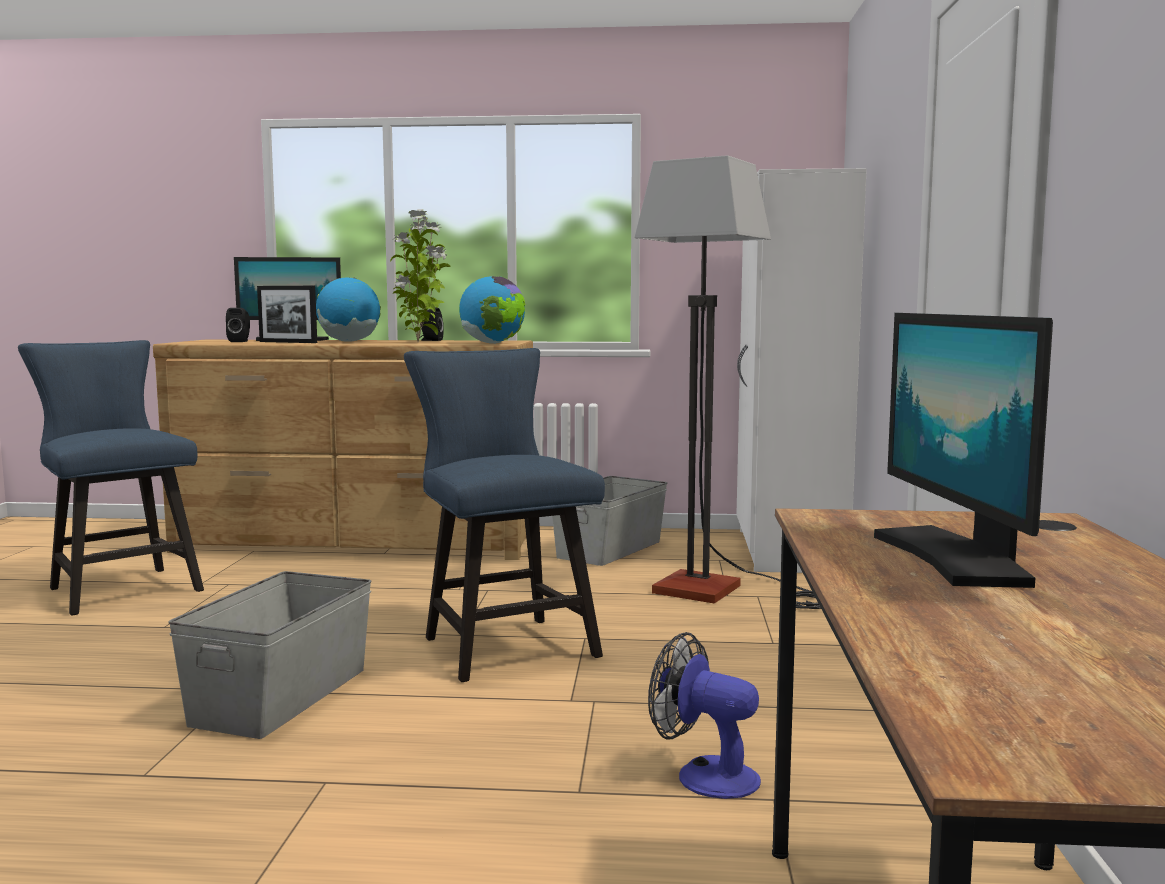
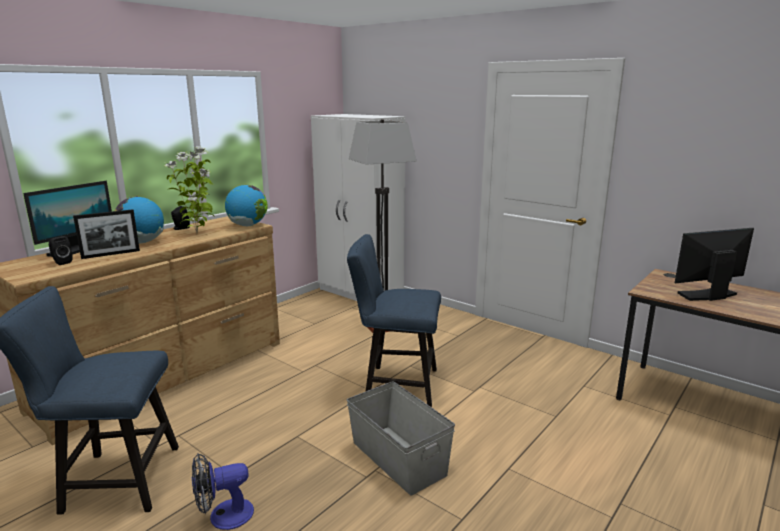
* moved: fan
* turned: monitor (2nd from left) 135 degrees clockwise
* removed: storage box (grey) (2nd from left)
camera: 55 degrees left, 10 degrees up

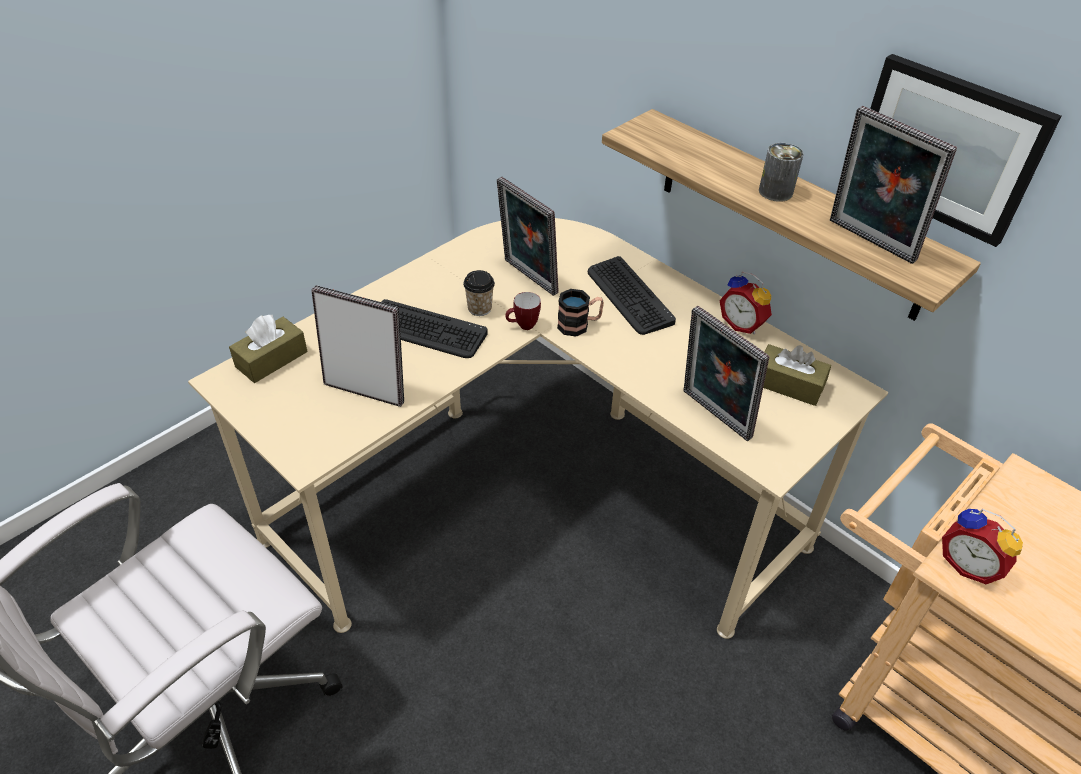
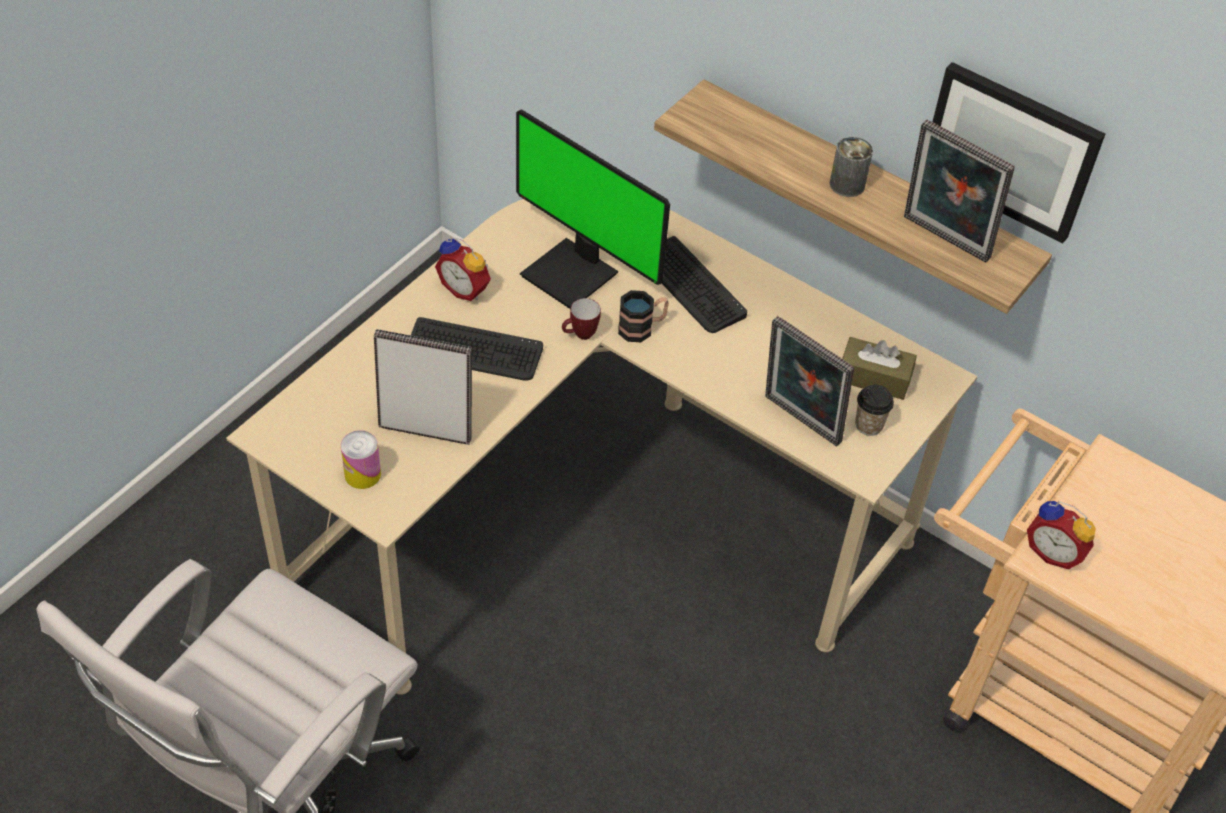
* added: can (1st from left)
* moved: alarm clock (1st from left)
* replaced: picture frame (2nd from left) to monitor
* moved: cup
* removed: tissue box (brown) (1st from left)
camera: 10 degrees left, 5 degrees up

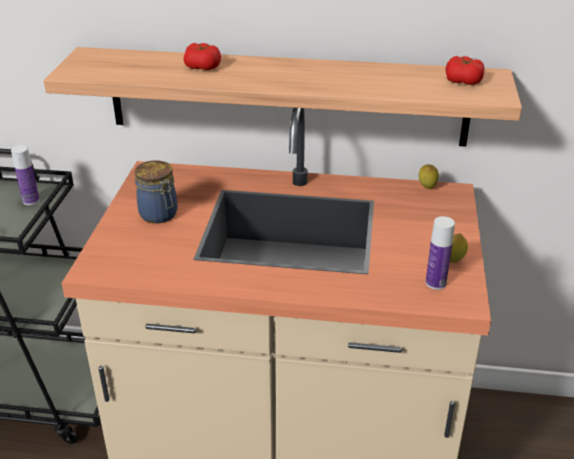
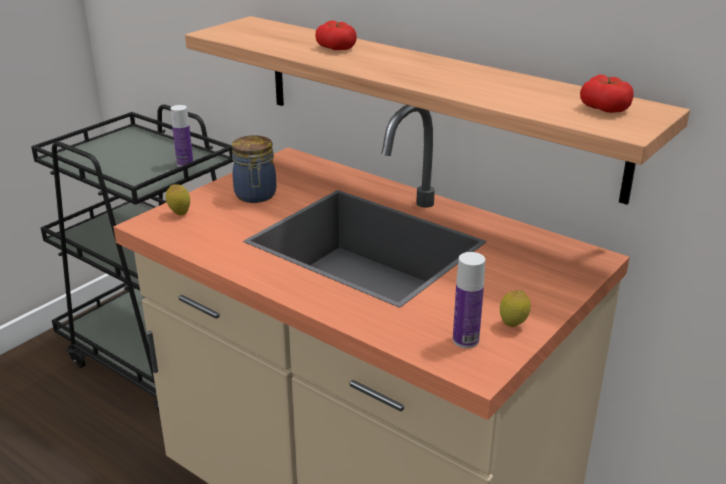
* moved: lemon (1st from left)
camera: 30 degrees right, 5 degrees down

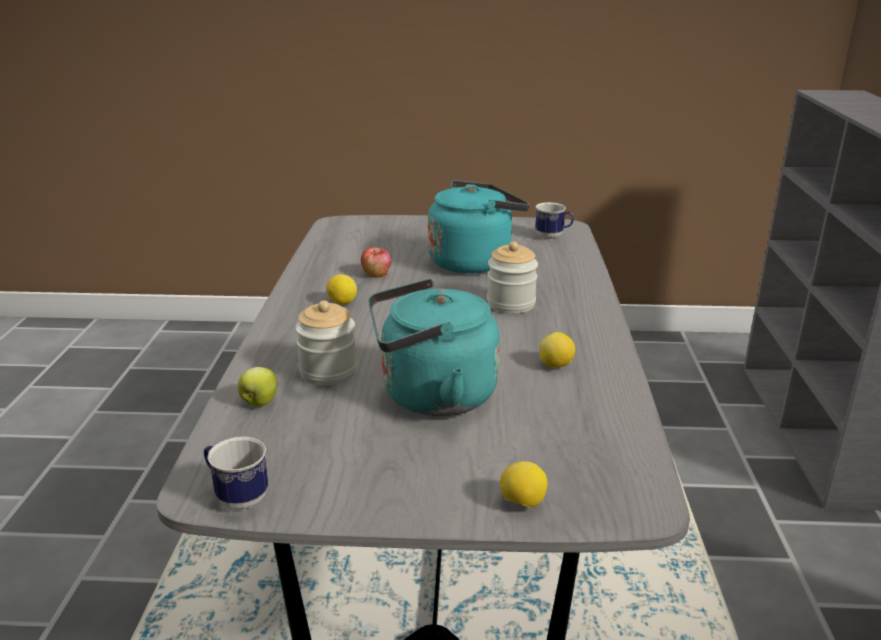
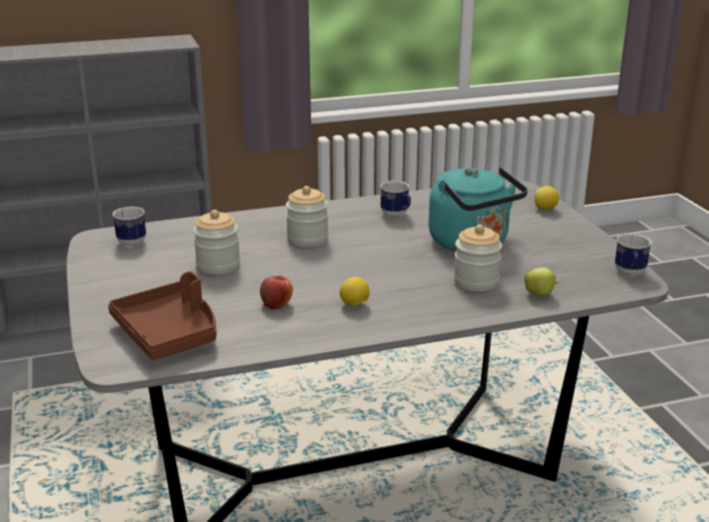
* added: tray (brown)
* replaced: kettle (turquoise) (2nd from left) to jar (1st from left)
* replaced: lemon (3rd from left) to mug (2nd from left)
camera: 110 degrees left, 0 degrees up

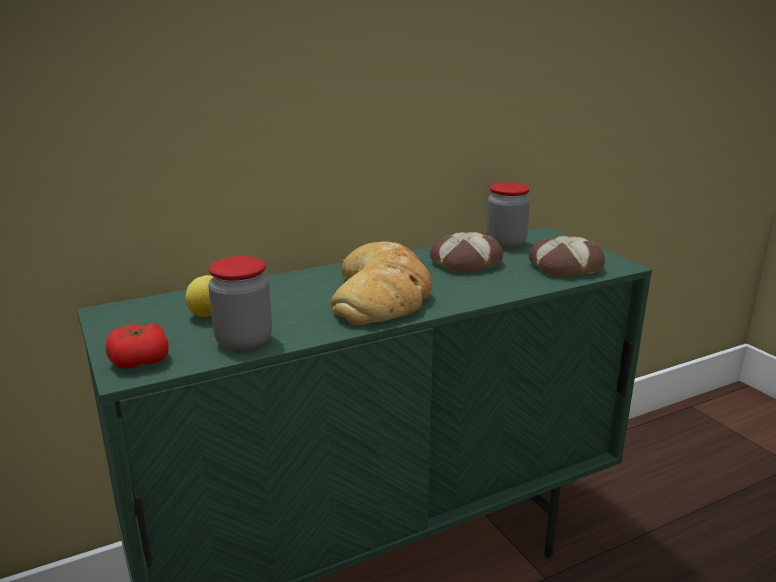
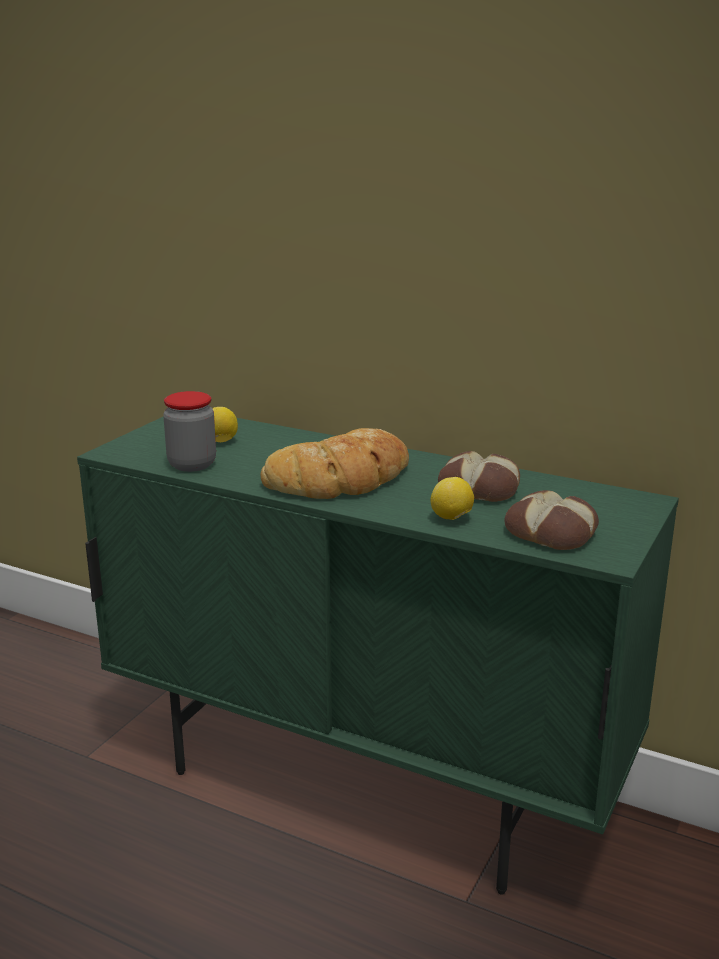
* added: lemon (2nd from left)
* removed: tomato
* removed: jar (2nd from left)
camera: 55 degrees right, 0 degrees up

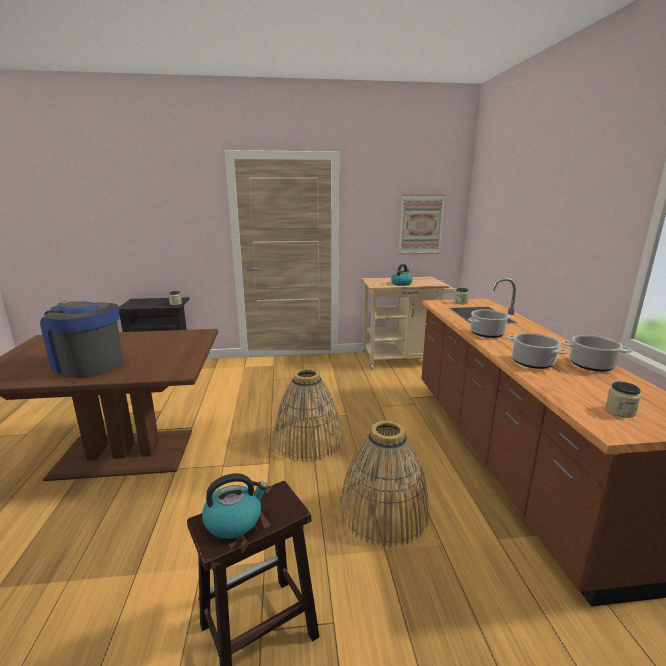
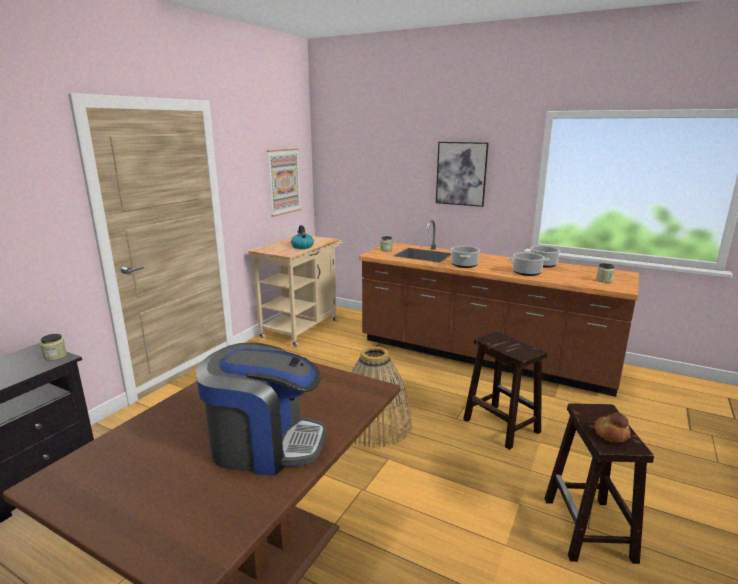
* turned: coffee machine 150 degrees counterclockwise
* added: picture (2nd from left)
* replaced: basket (2nd from left) to stool (brown) (1st from left)
* replaced: kettle (1st from left) to bread
camera: 55 degrees left, 0 degrees up

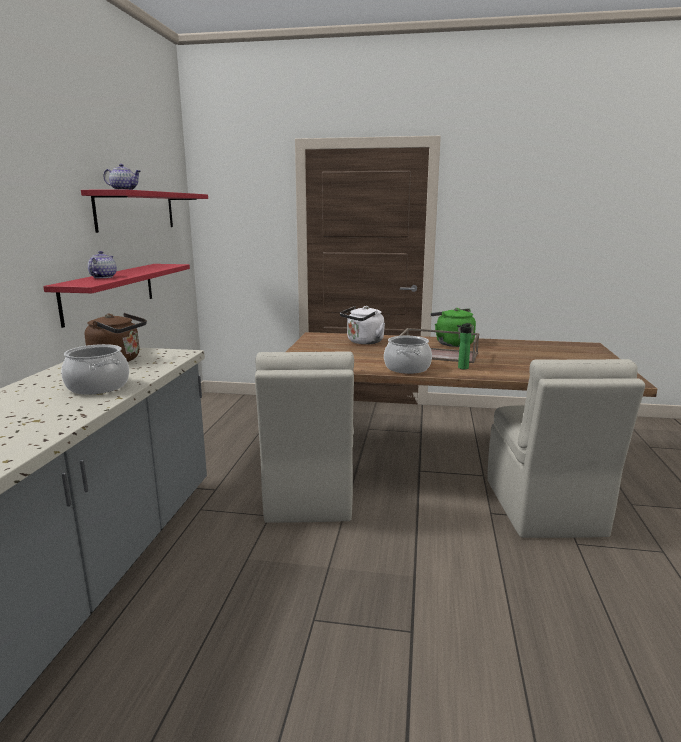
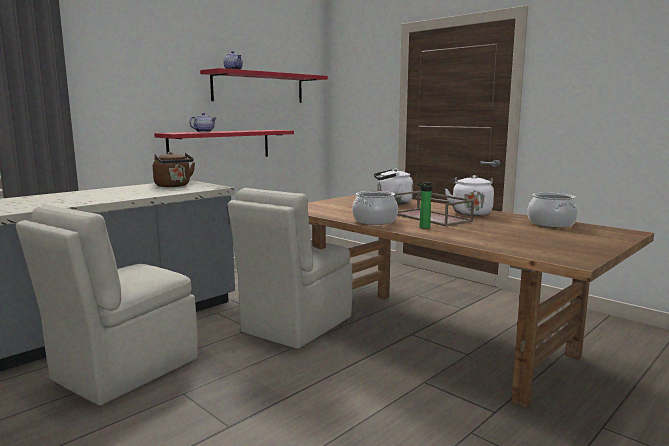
* moved: chair (beige) (2nd from left in the first image) to chair (beige) (1st from left)
* recoloured: kettle (green) to kettle (white) (2nd from left)
* moved: cooking pot (1st from left in the first image) to cooking pot (2nd from left)
camera: 35 degrees right, 5 degrees down

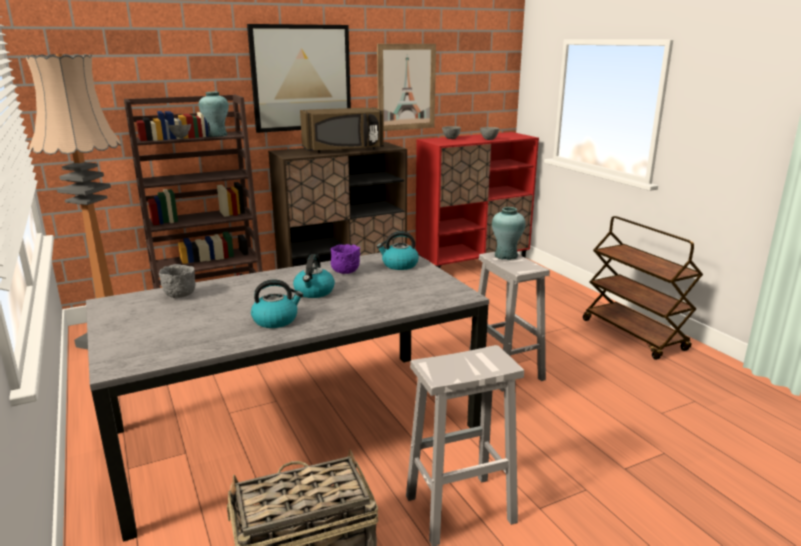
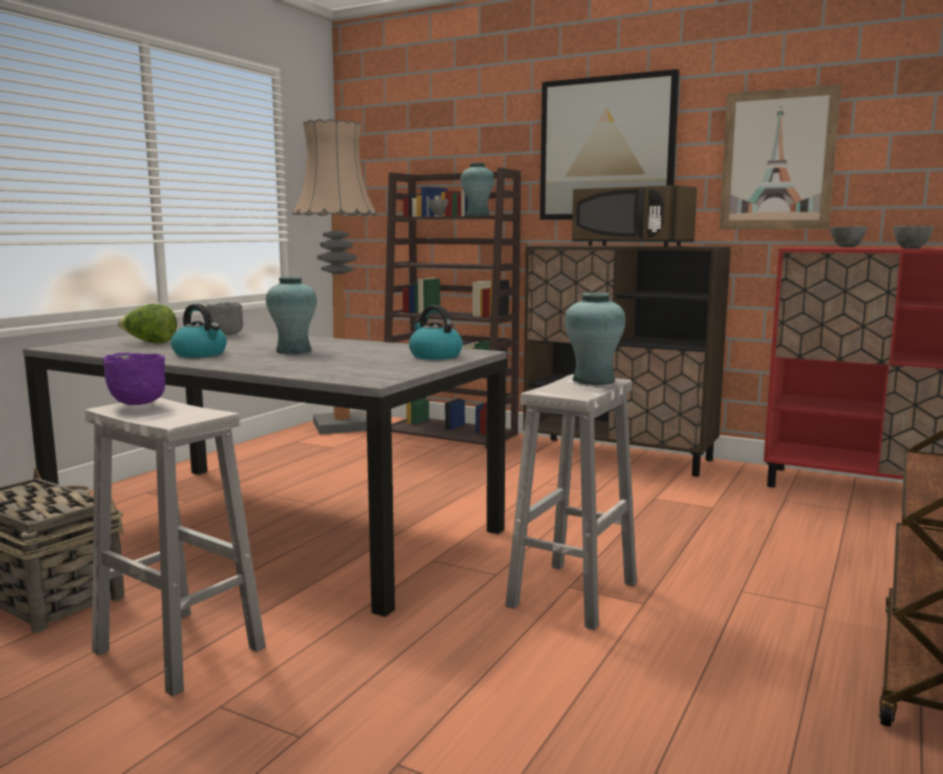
* moved: bowl (purple)
* added: lettuce
* replaced: kettle (2nd from left) to vase (turquoise) (1st from left)
camera: 55 degrees right, 10 degrees down

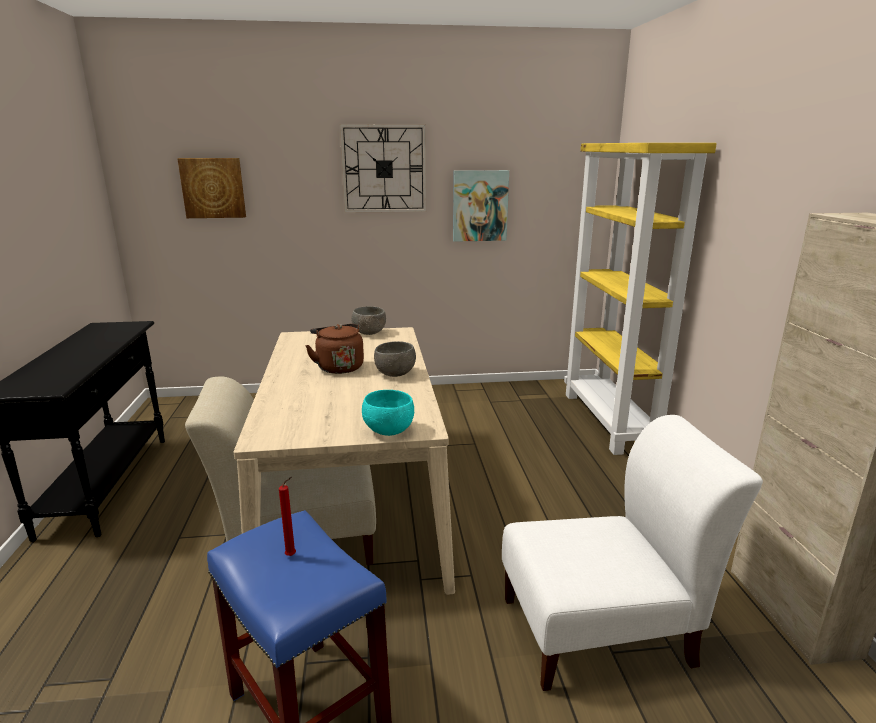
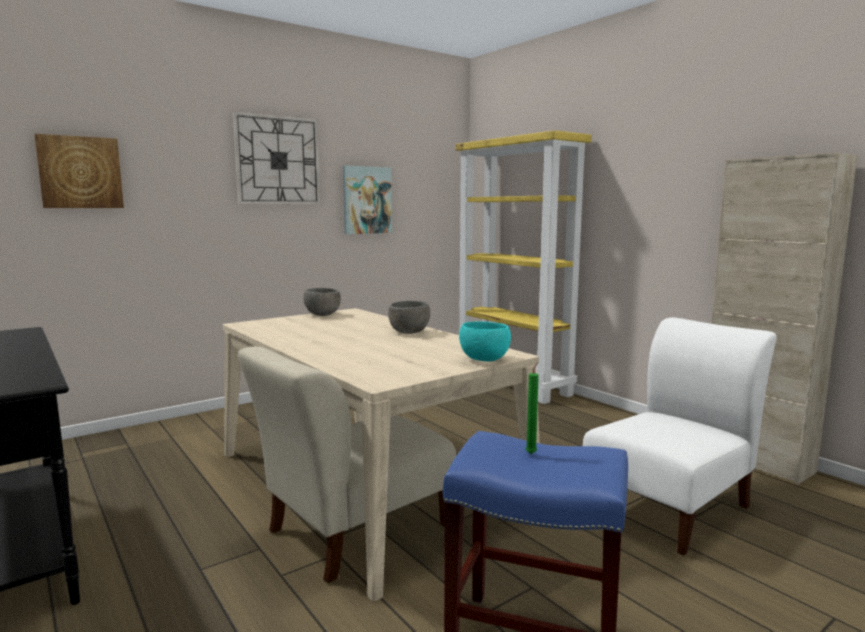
* recoloured: candle (red) to candle (green)
* removed: kettle (brown)
camera: 30 degrees left, 10 degrees down

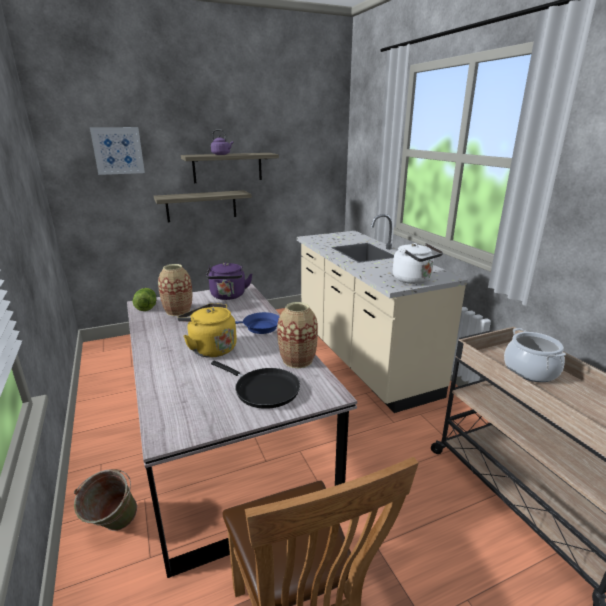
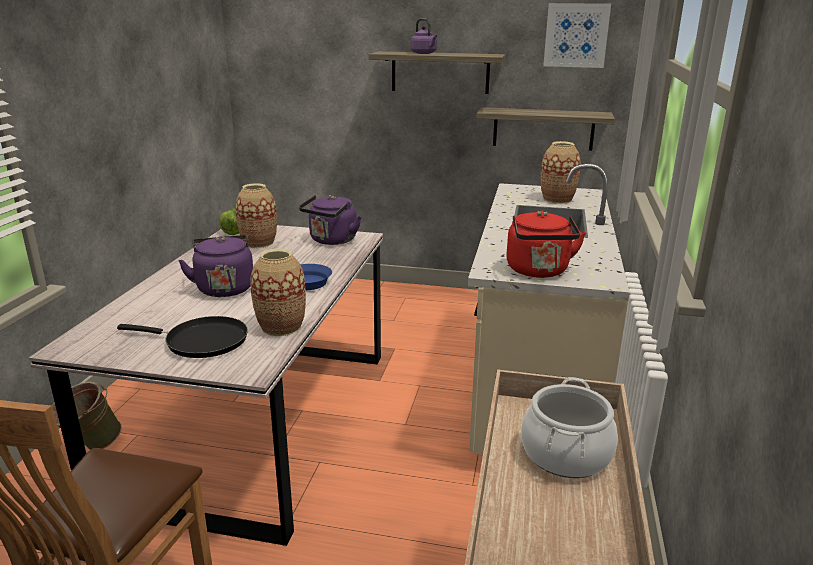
* turned: frying pan (black) 60 degrees counterclockwise
* recoloured: kettle (yellow) to kettle (purple) (1st from left)
* moved: shelf (1st from left in the first image) to shelf (2nd from left)
* recoloured: kettle (white) to kettle (red)
* added: vase (3rd from left)
* moved: picture
camera: 35 degrees right, 0 degrees up

